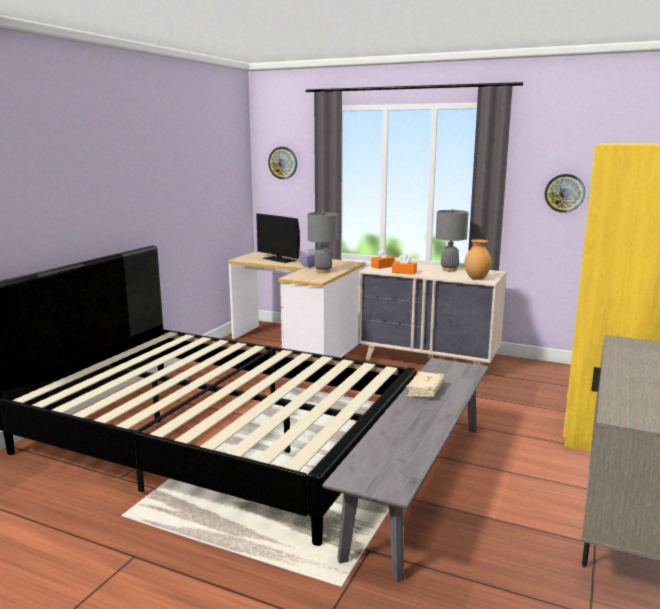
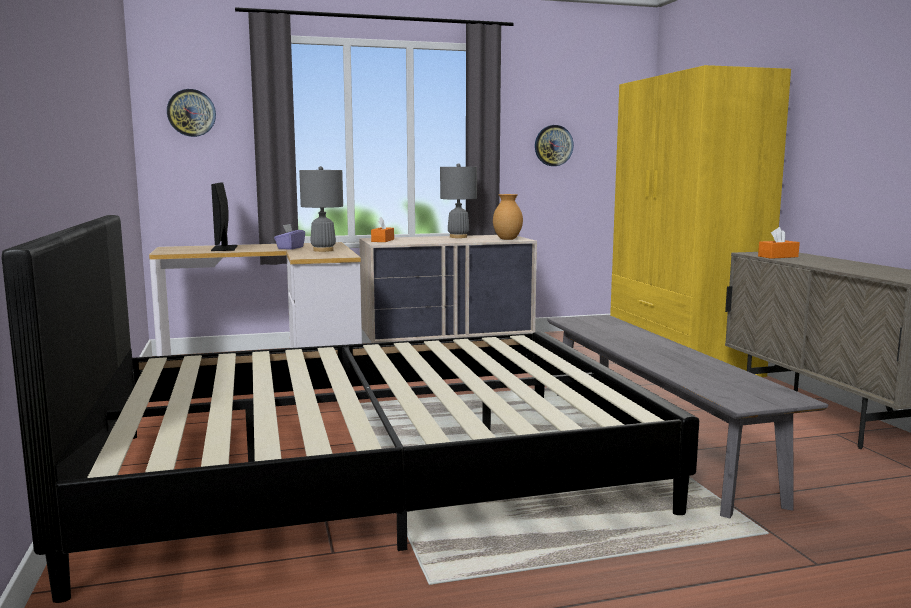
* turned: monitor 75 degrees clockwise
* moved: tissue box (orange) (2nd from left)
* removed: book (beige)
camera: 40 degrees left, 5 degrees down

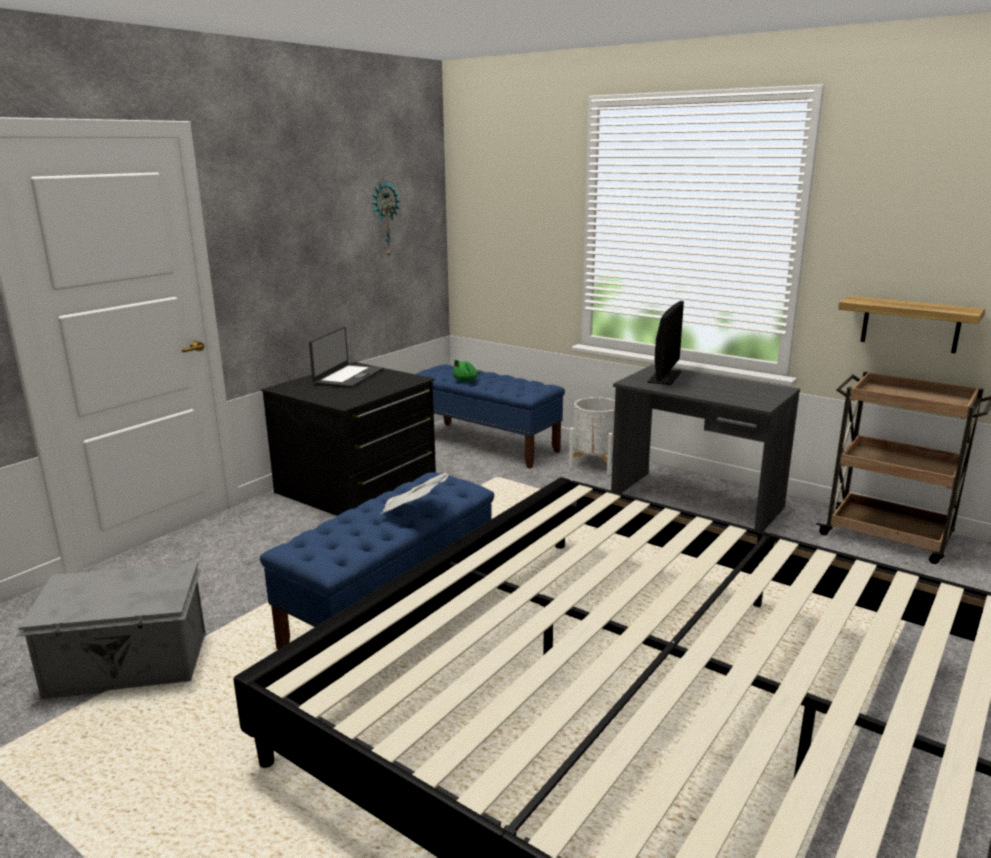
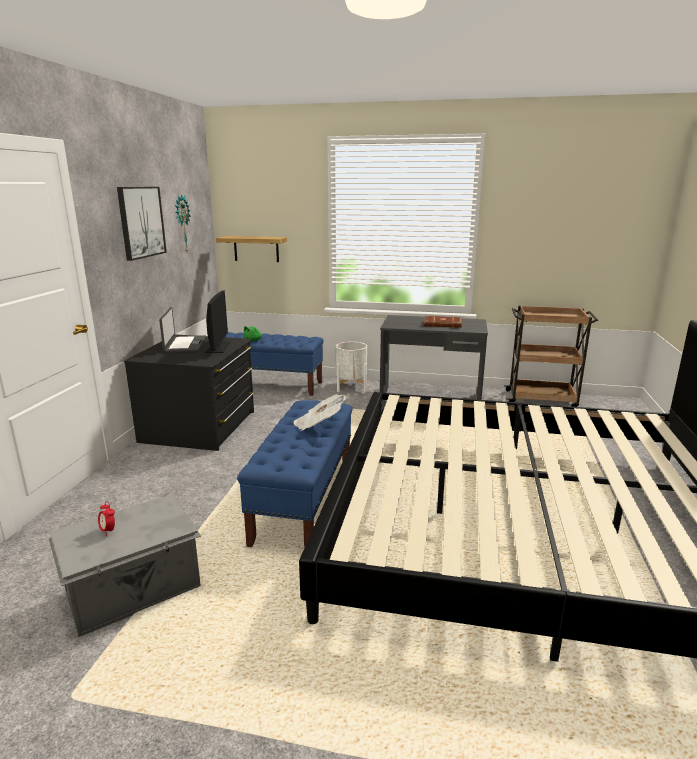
* added: alarm clock
* added: picture
* moved: monitor
* moved: shelf
* added: book (brown)
camera: 25 degrees left, 0 degrees up

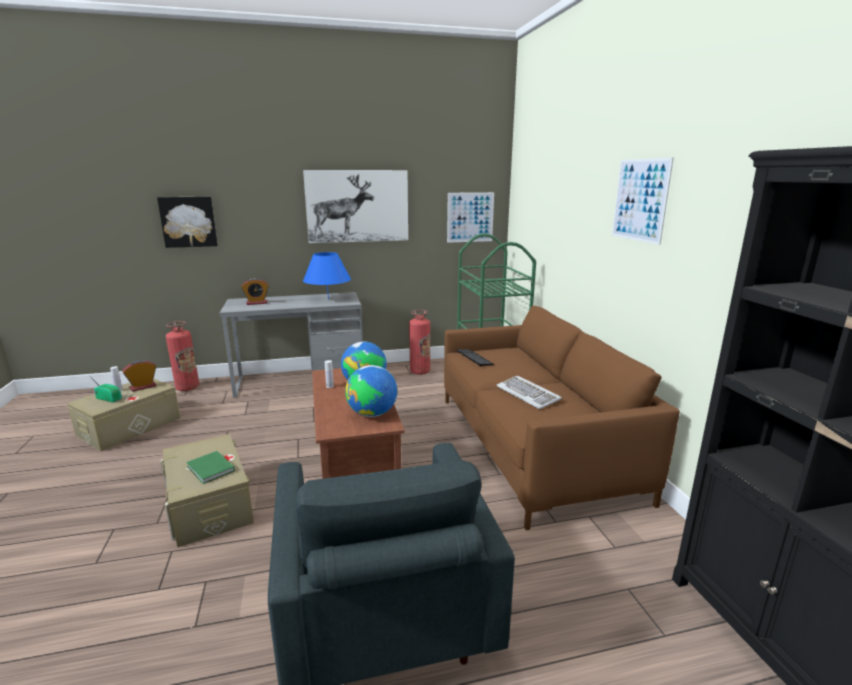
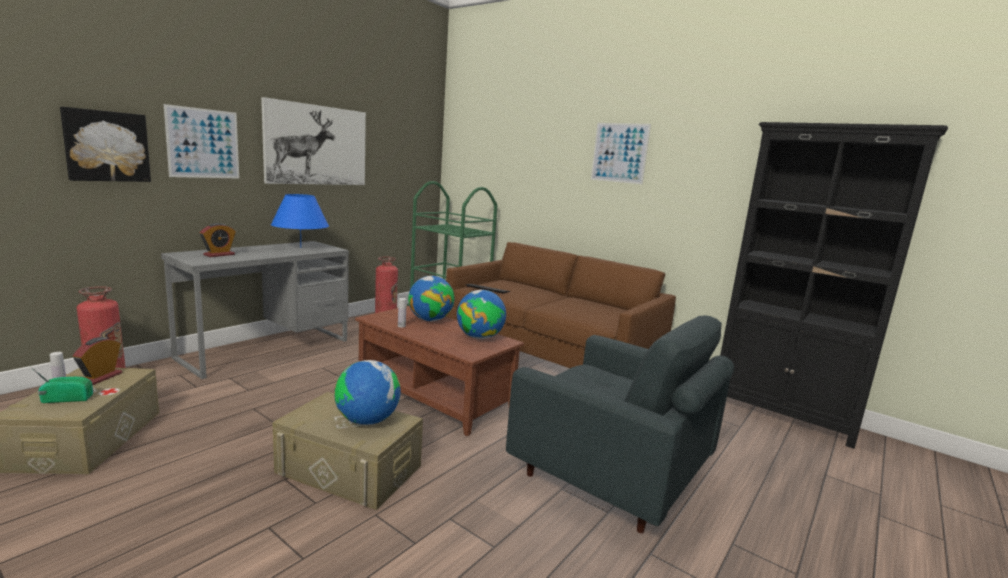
* moved: picture (3rd from left in the first image) to picture (2nd from left)
* replaced: book (green) to globe (1st from left)
* removed: keyboard (2nd from left)
camera: 40 degrees left, 5 degrees down

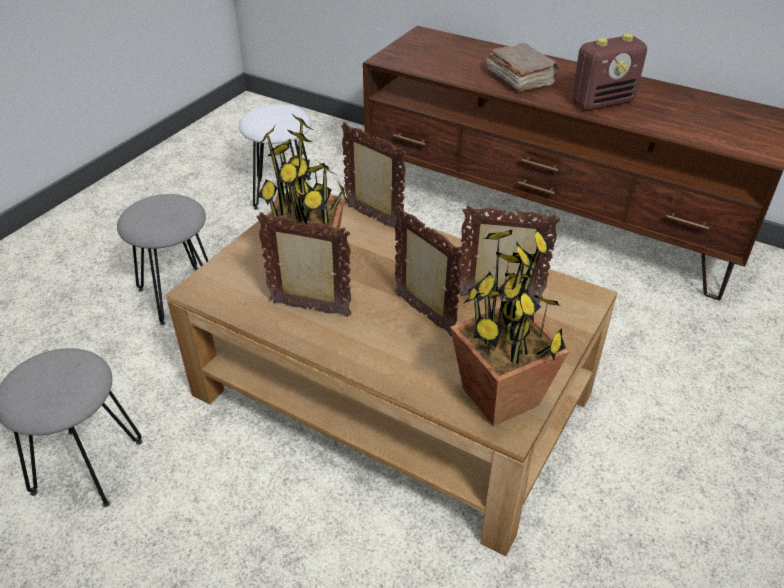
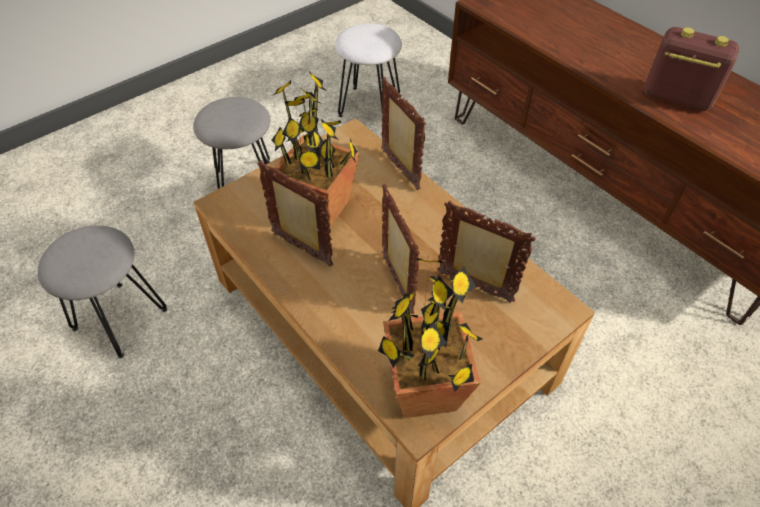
* turned: radio 150 degrees counterclockwise
* removed: book (brown)
camera: 20 degrees right, 10 degrees up

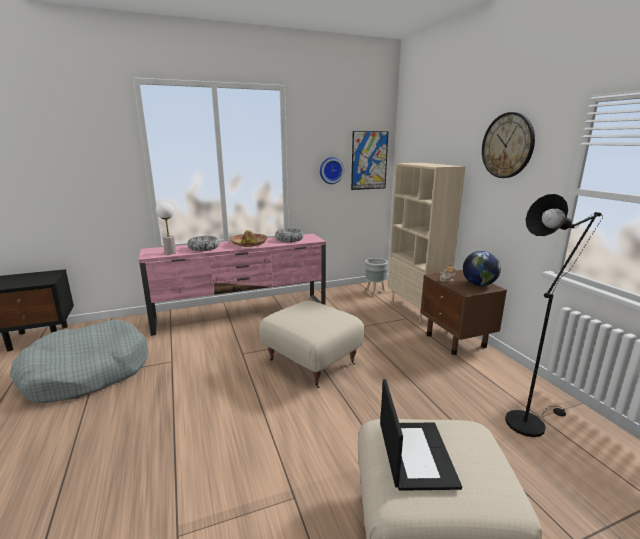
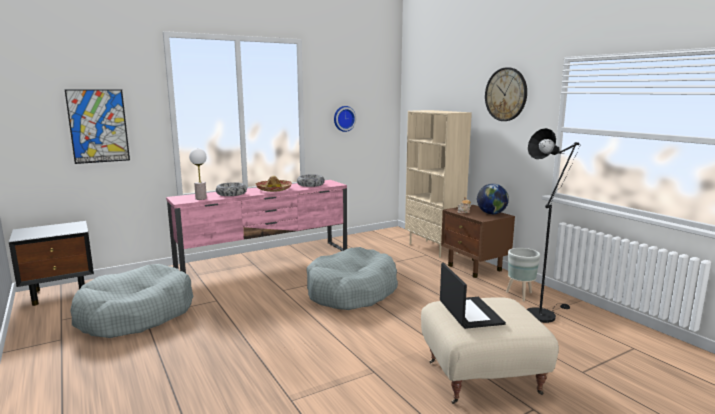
* moved: picture
* replaced: ottoman (beige) (1st from left) to dog bed (grey) (2nd from left)
* moved: planter (grey)
camera: 10 degrees left, 5 degrees down

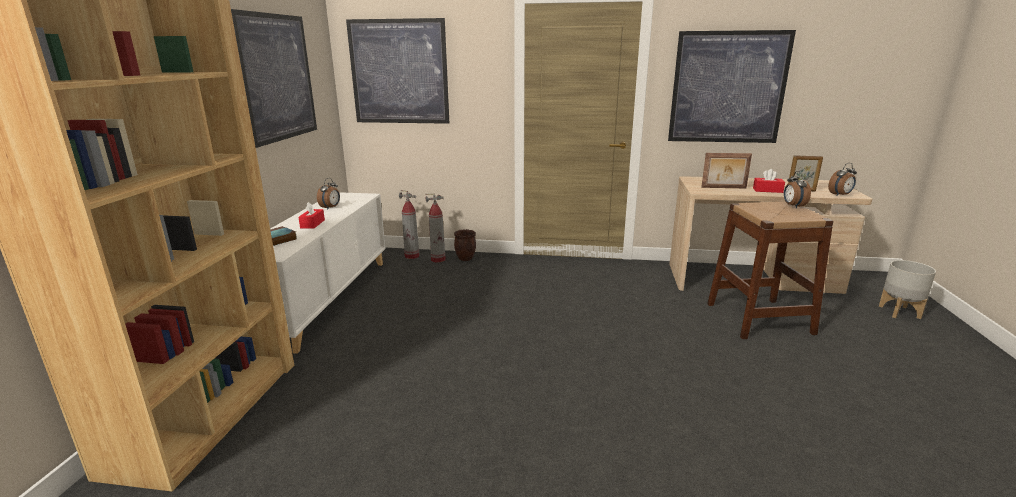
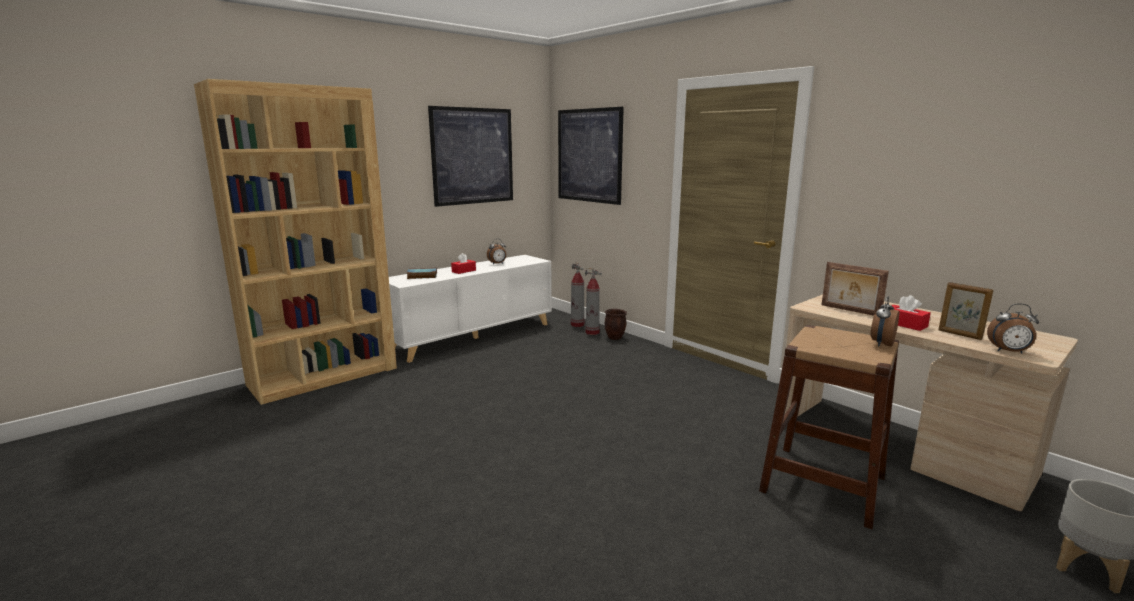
* removed: picture (3rd from left)
camera: 40 degrees right, 5 degrees down

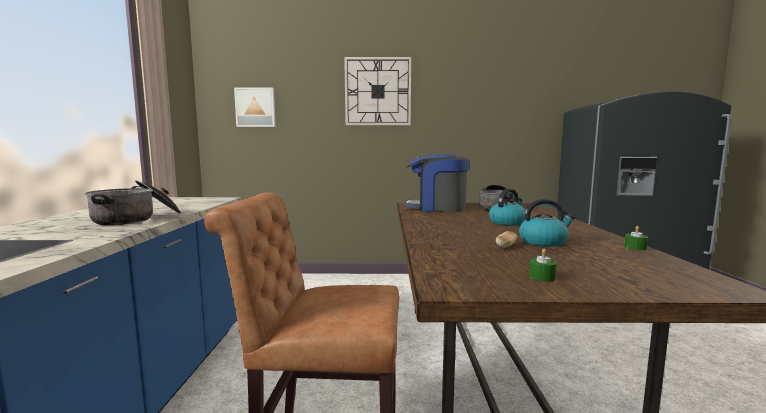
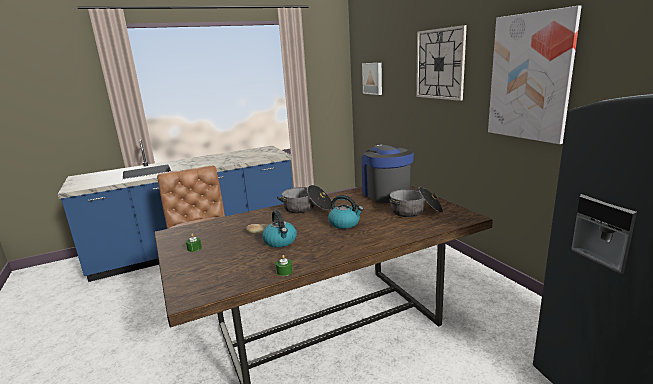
* moved: cooking pot (1st from left)
* added: picture (2nd from left)
camera: 65 degrees right, 10 degrees up

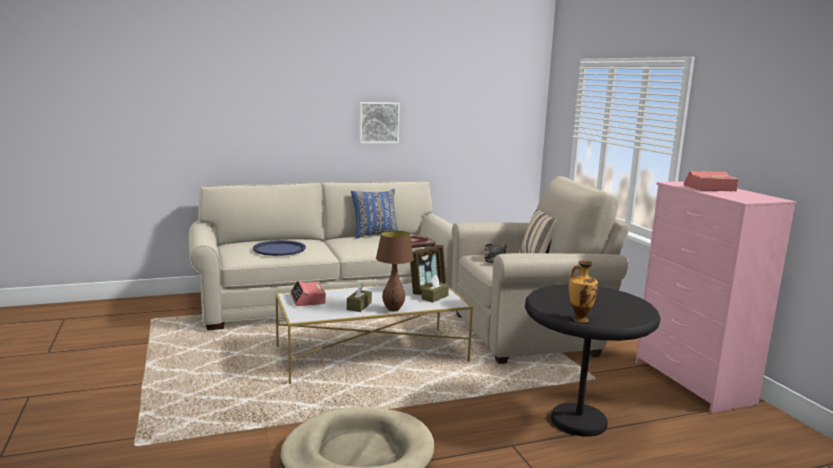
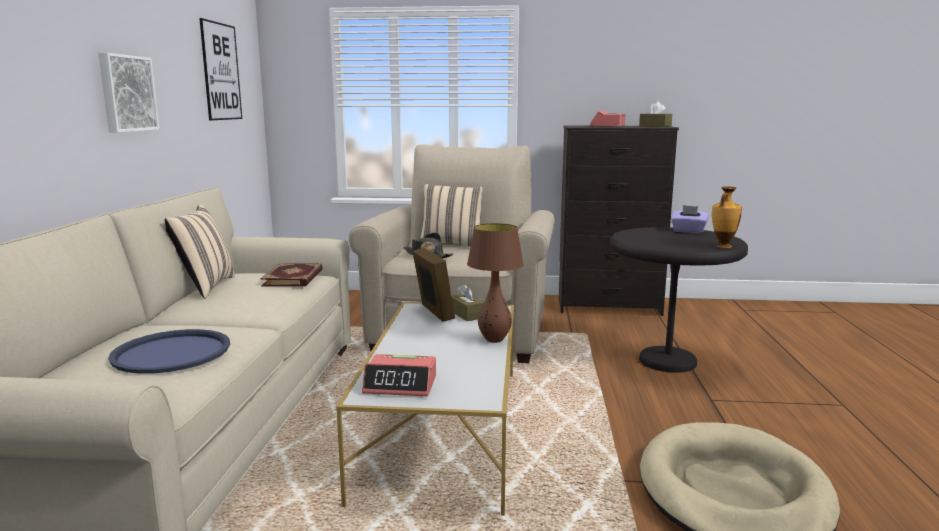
* recoloured: pillow (blue) to pillow (beige) (1st from left)
* added: picture (2nd from left)
* recoloured: dresser (pink) to dresser (black)
* moved: tissue box (brown) (1st from left in the first image) to tissue box (brown) (2nd from left)
* added: tissue box (purple)
camera: 65 degrees left, 0 degrees up

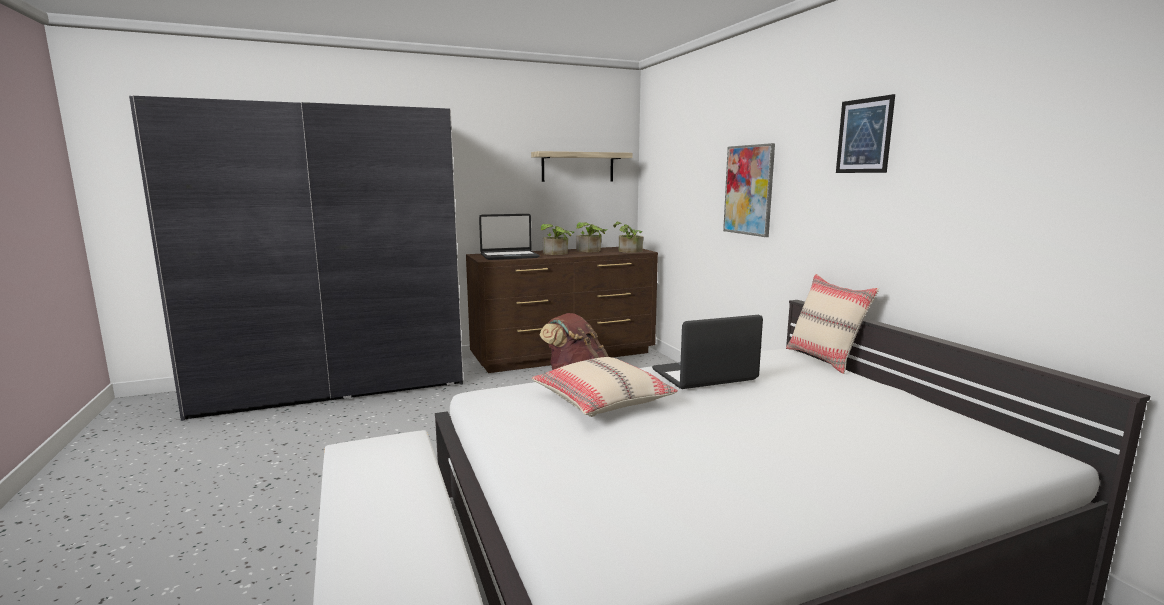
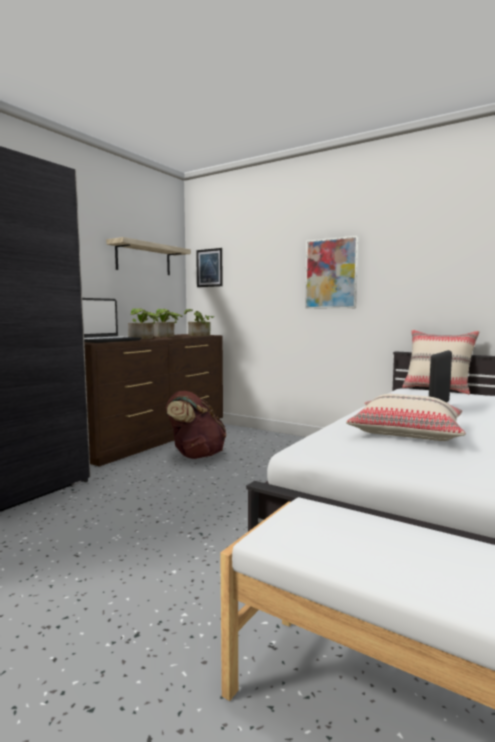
* moved: picture (2nd from left in the first image) to picture (1st from left)
camera: 35 degrees left, 5 degrees down

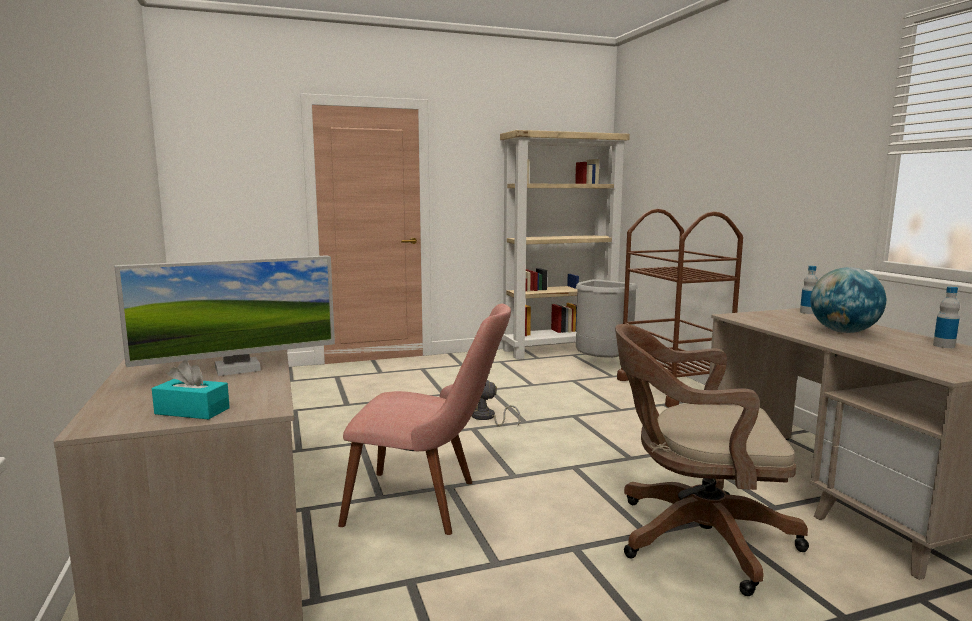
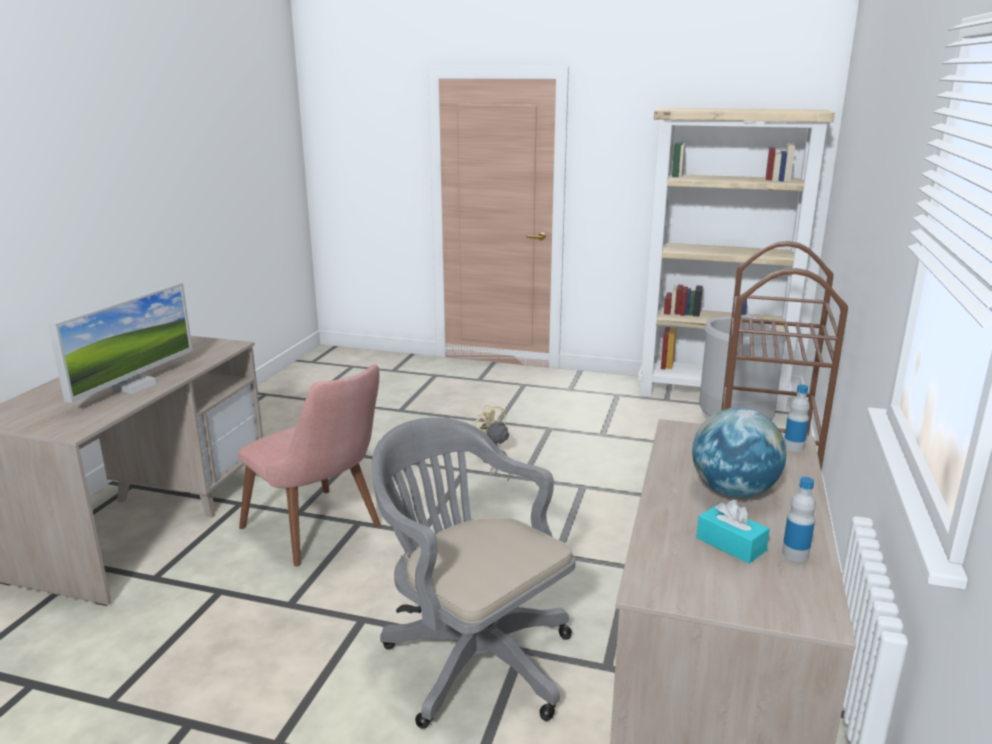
* turned: monitor 75 degrees counterclockwise
* recoloured: office chair (brown) to office chair (grey)
* moved: tissue box (turquoise)
camera: 35 degrees right, 10 degrees up

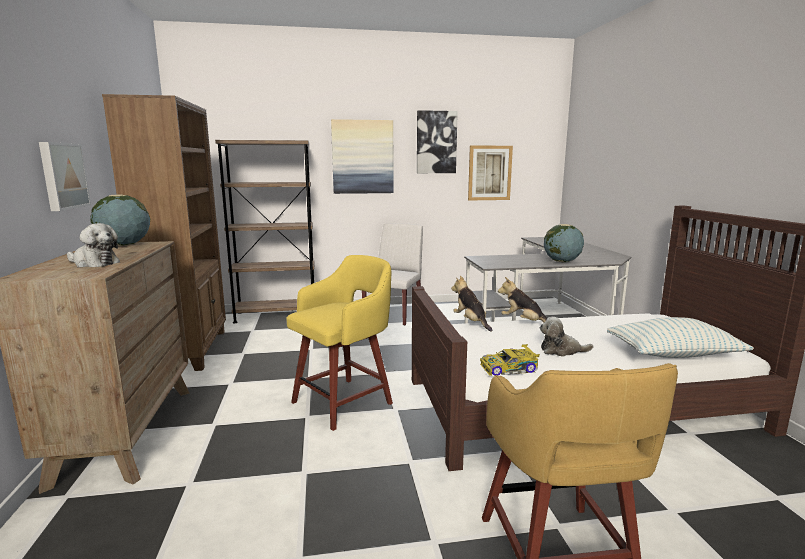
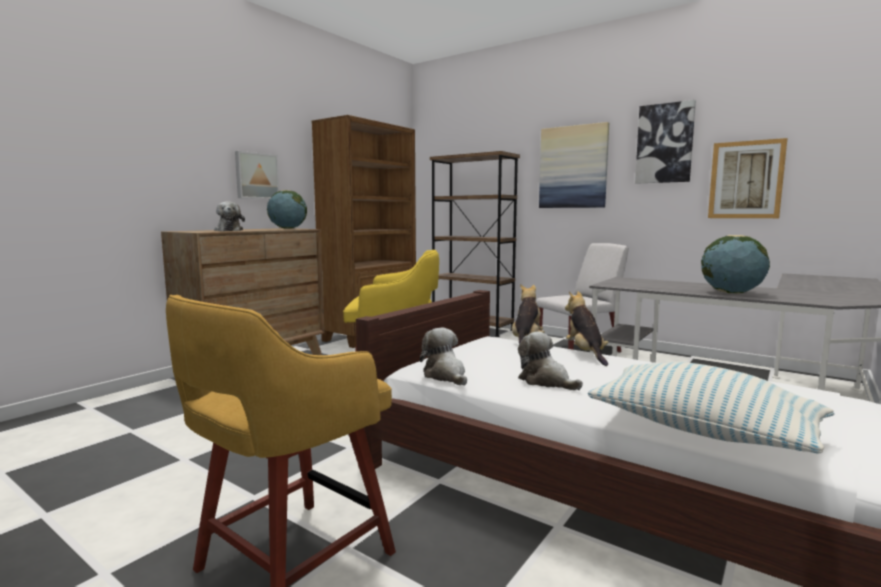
* replaced: toy car to plush toy (2nd from left)
camera: 45 degrees right, 5 degrees down

